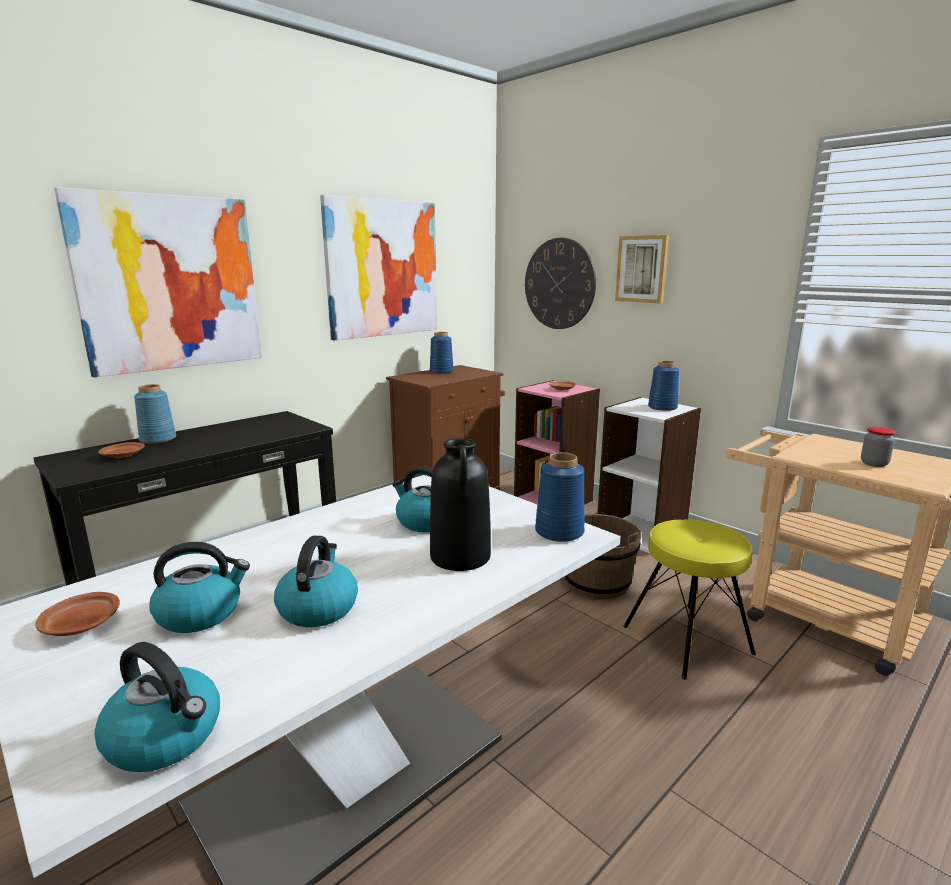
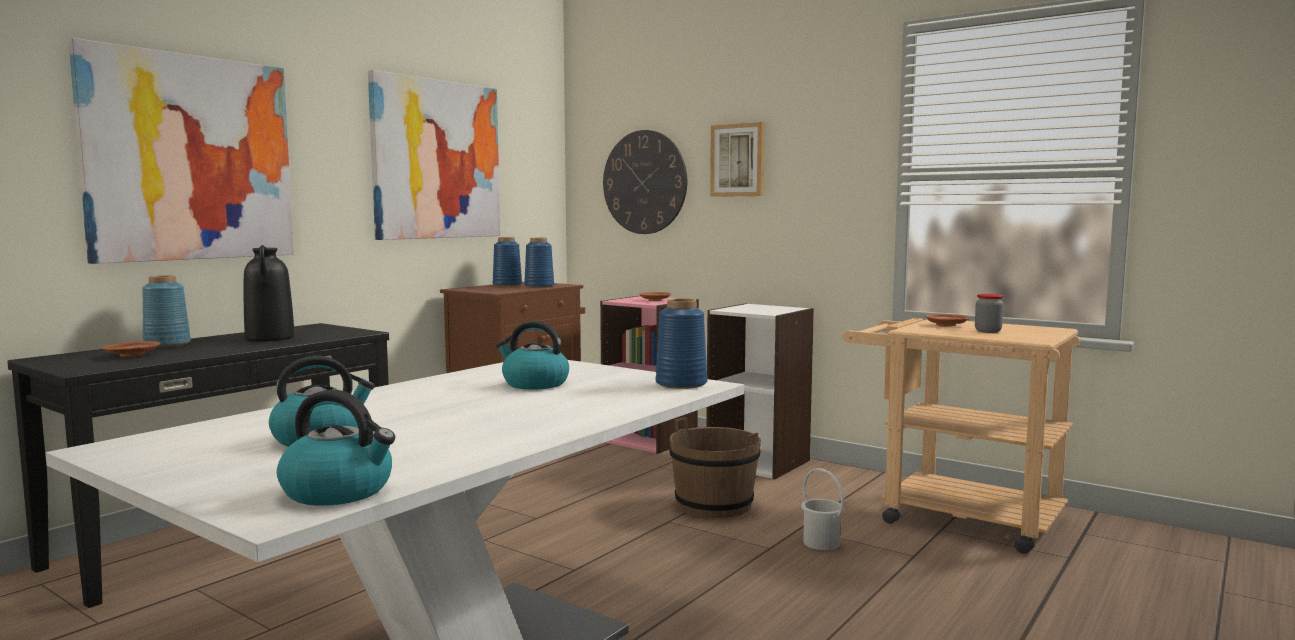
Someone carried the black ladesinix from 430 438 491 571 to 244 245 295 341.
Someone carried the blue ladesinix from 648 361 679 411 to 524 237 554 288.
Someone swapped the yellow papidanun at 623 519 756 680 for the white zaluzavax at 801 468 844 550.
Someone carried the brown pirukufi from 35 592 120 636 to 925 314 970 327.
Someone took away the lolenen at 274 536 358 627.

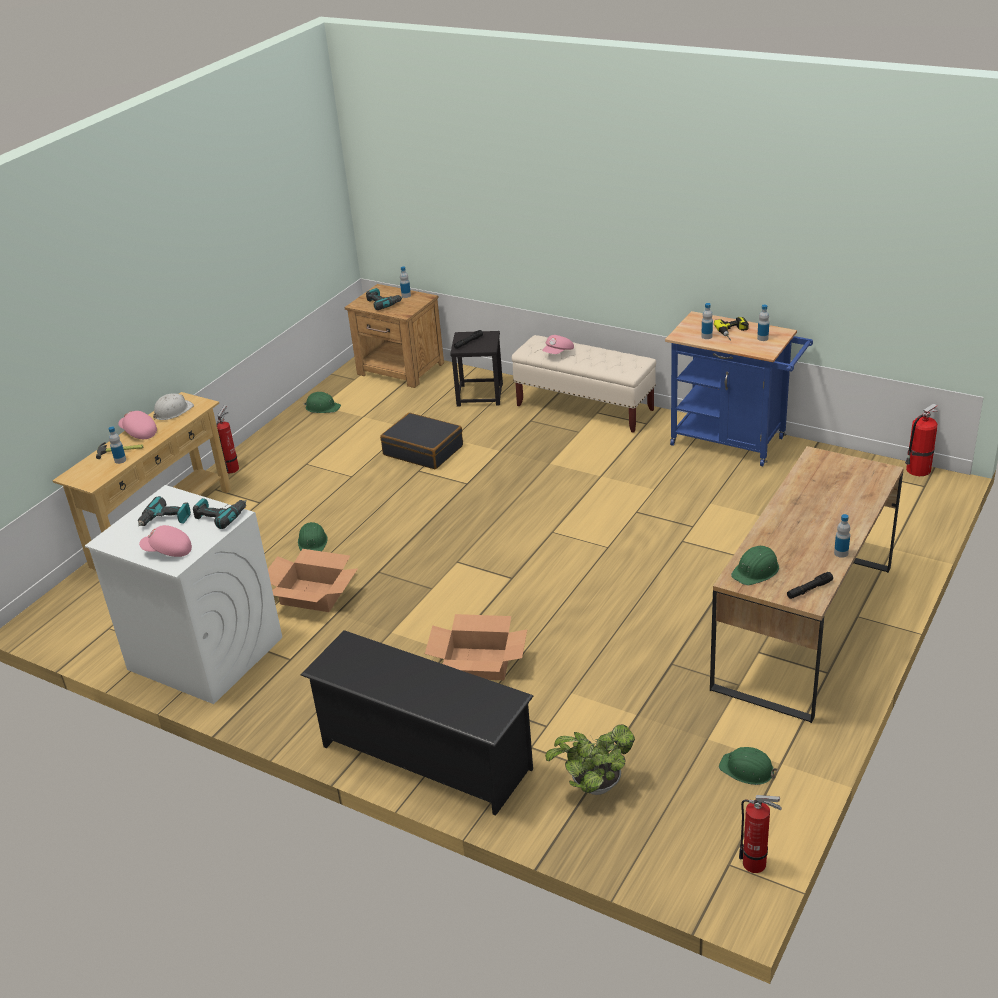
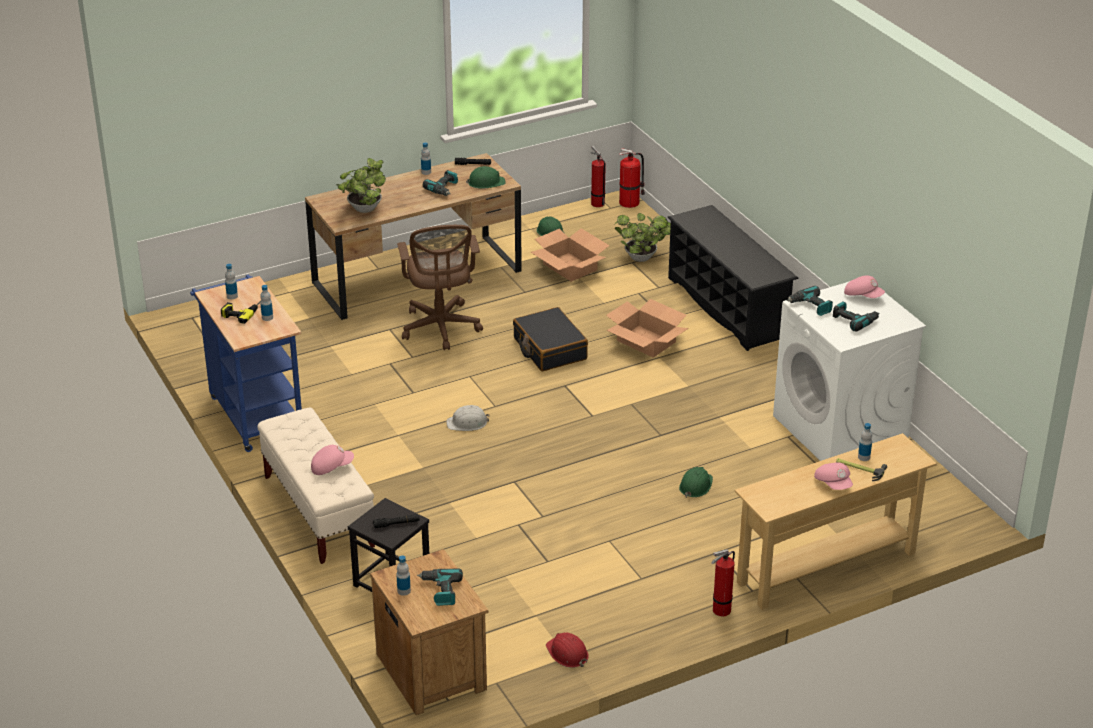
Someone put down the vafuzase at 336 158 386 213.
Someone put down the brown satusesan at 397 225 483 350.
Someone put down the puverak at 423 170 458 196.
Someone carried the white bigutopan from 153 393 194 420 to 446 405 489 431.
Someone carried the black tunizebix from 380 413 463 469 to 513 307 588 371.
Someone carried the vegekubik from 268 549 358 612 to 531 228 610 282.
Someone repainted the green bigutopan at 304 392 341 413, which became the red bigutopan at 546 633 589 667.
Someone carried the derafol from 905 404 938 476 to 619 148 645 208.

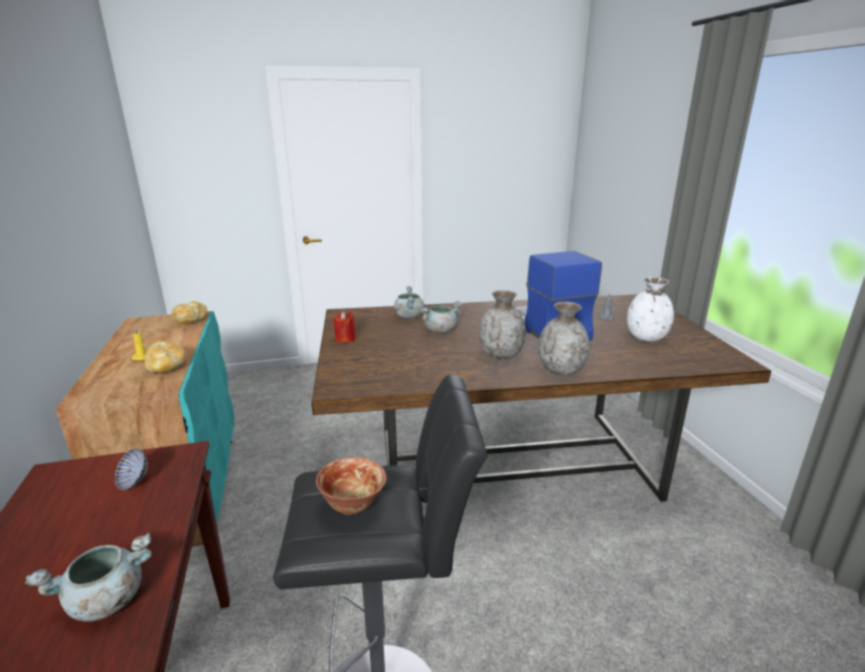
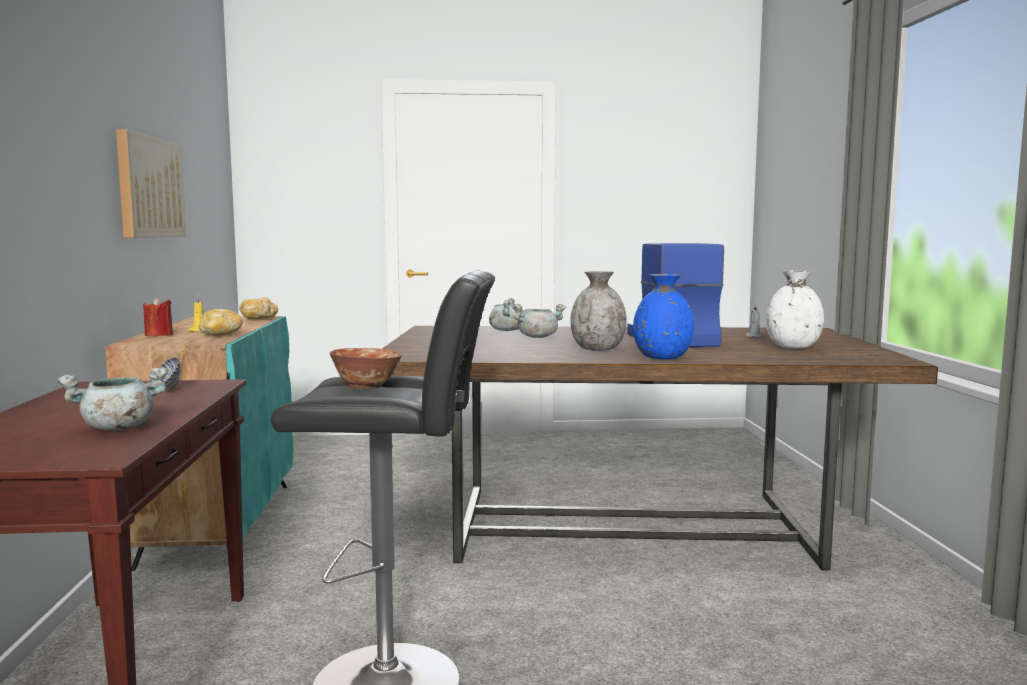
Someone put up the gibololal at 116 129 186 238.
Someone carried the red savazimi from 333 311 356 343 to 143 297 173 336.
Someone repainted the grey ladesinix at 538 302 590 375, which became the blue ladesinix at 633 274 694 359.

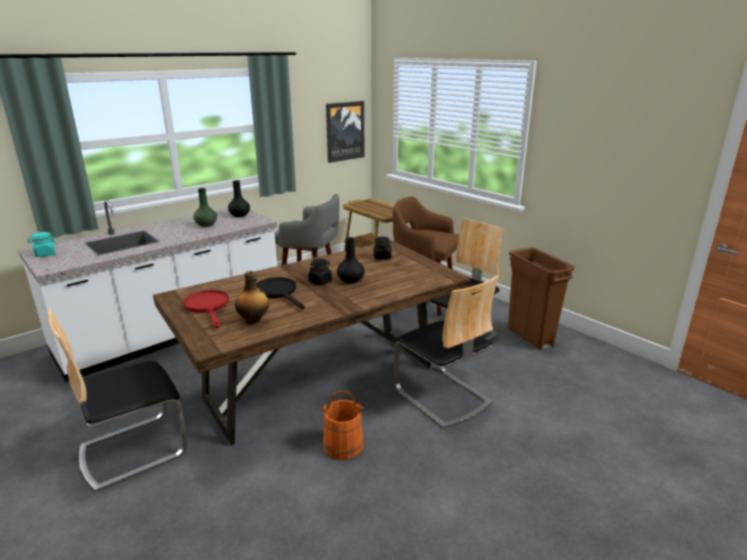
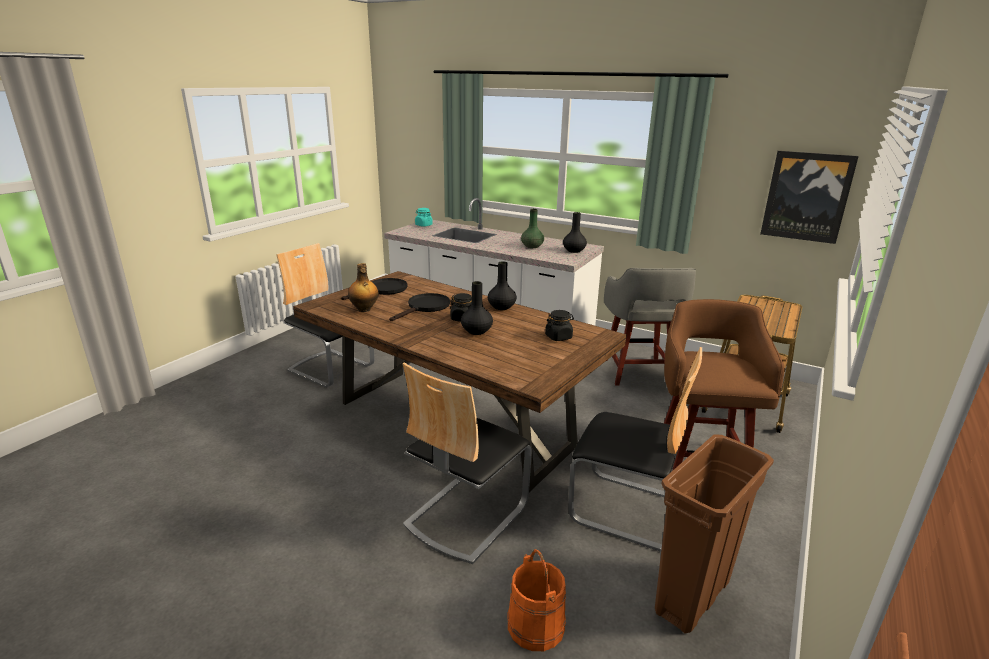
Someone repainted the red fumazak at 183 290 229 328, which became the black fumazak at 341 278 408 300.
Someone put down the black ladesinix at 488 261 516 310.
Someone carried the orange zaluzavax from 320 390 364 460 to 508 549 566 651.

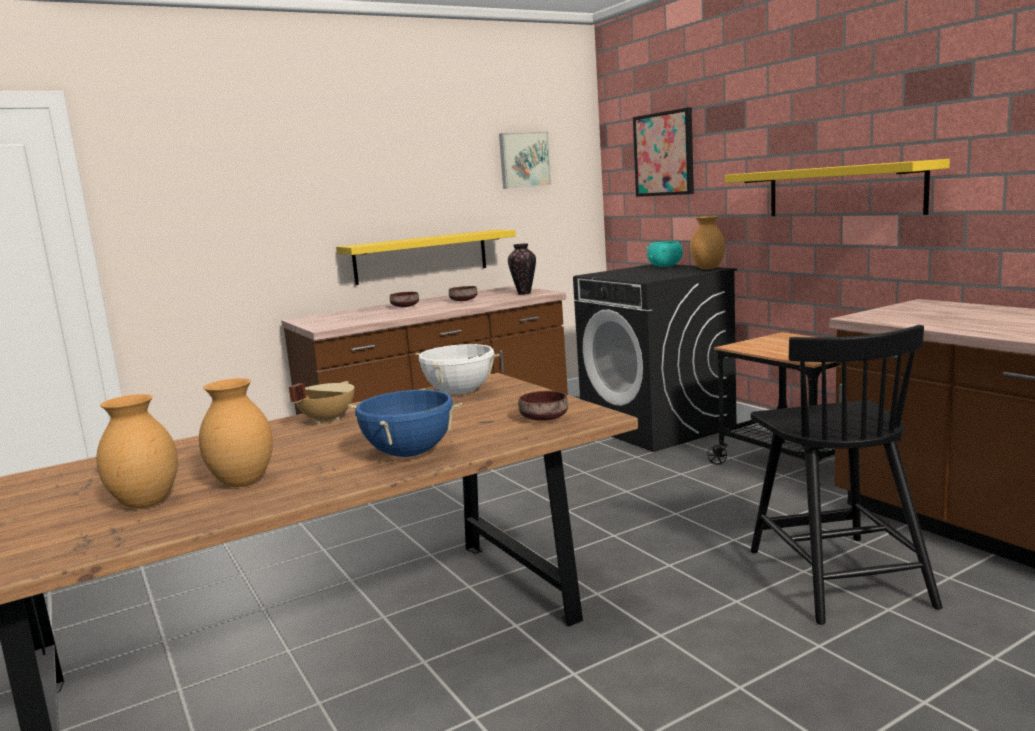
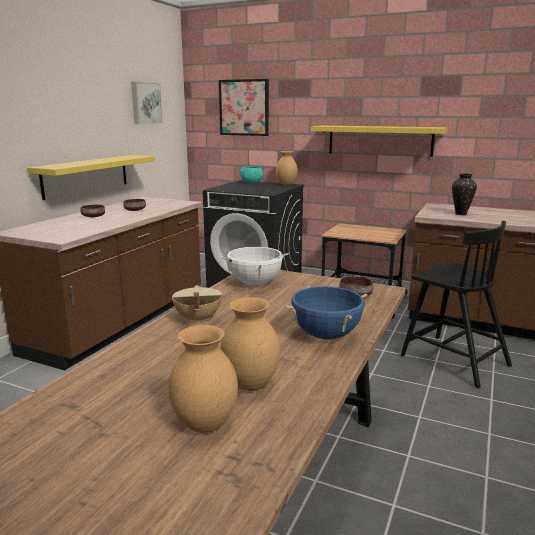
Someone carried the ladesinix from 508 244 536 295 to 452 173 477 215.

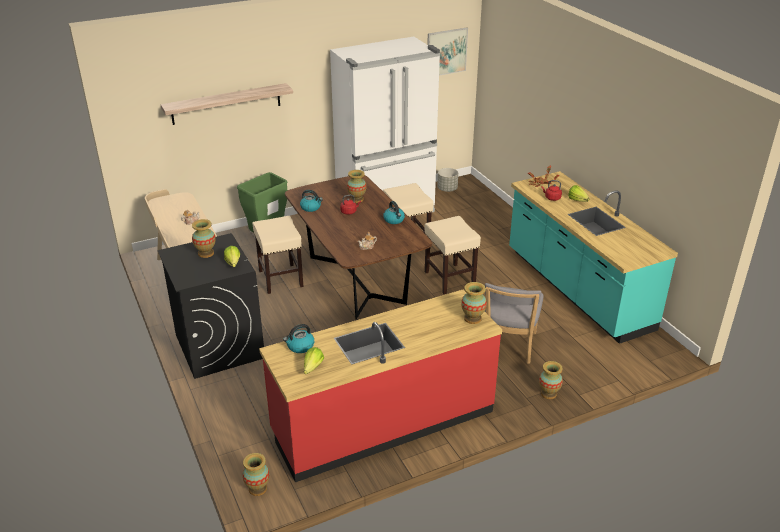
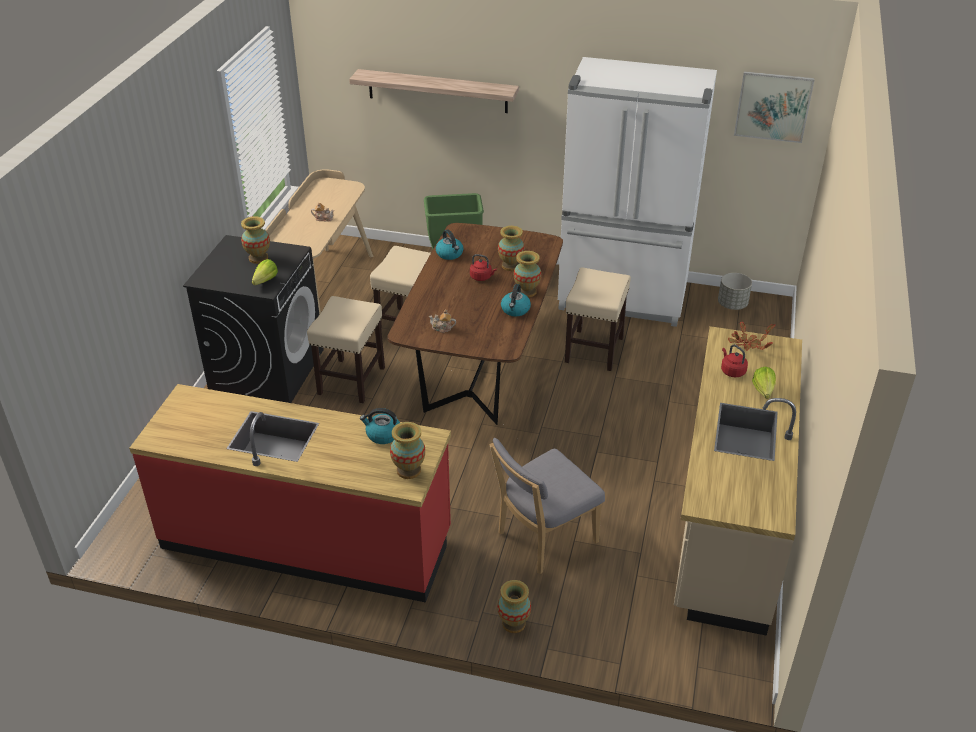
Someone carried the beige papidanun from 425 216 481 294 to 307 296 385 403.
Someone carried the lolenen from 283 324 314 353 to 360 408 400 444.
Someone carried the ladesinix from 243 453 270 496 to 514 251 541 298.
Someone repainted the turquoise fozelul at 509 171 678 344, which became the beige fozelul at 674 326 802 636.
Someone took away the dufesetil at 304 347 324 374.

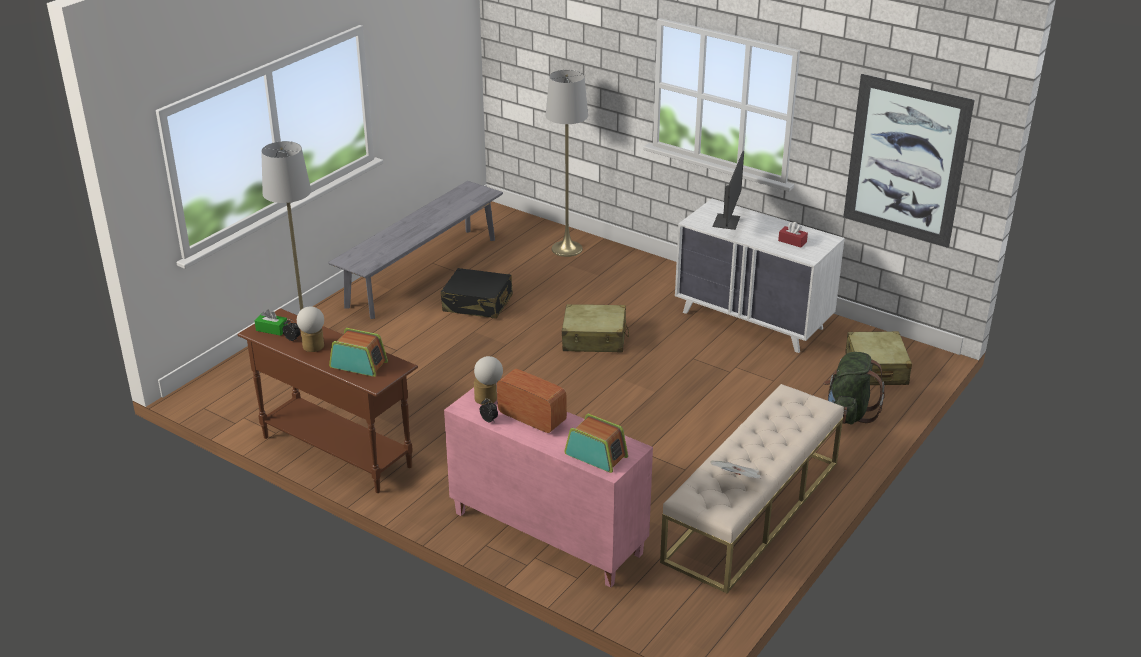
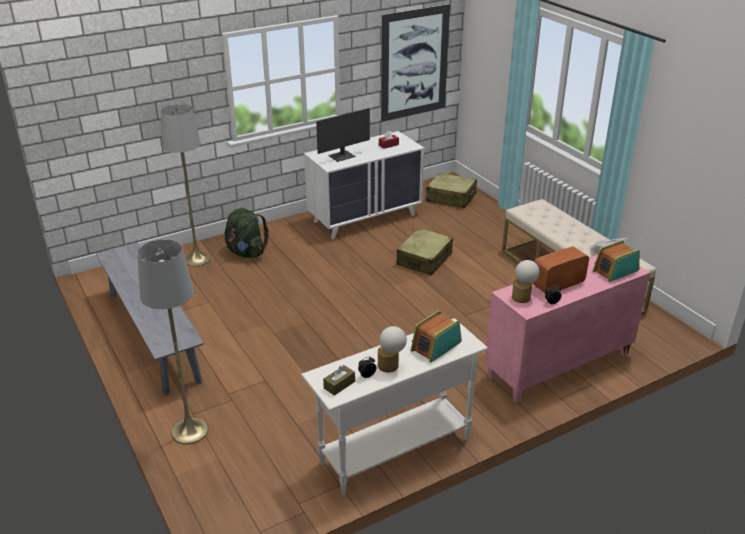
Someone carried the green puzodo from 824 352 885 424 to 225 208 269 258.
Someone repainted the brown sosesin at 237 308 418 493, which became the white sosesin at 301 318 488 495.
Someone rotated the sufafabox at 713 151 744 230 by 105 degrees clockwise.
Someone repainted the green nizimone at 255 309 288 336, which became the brown nizimone at 323 365 355 396.
Someone carried the beige tunizebix from 562 304 629 353 to 396 228 453 276.
Someone took away the black tunizebix at 441 268 513 319.

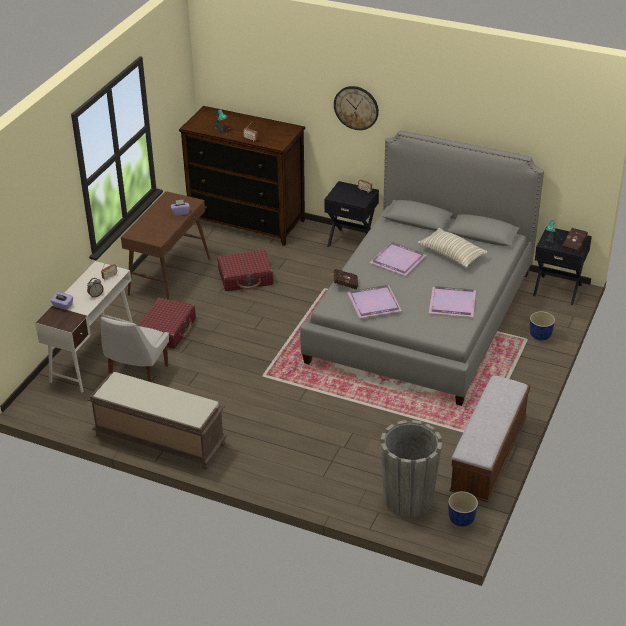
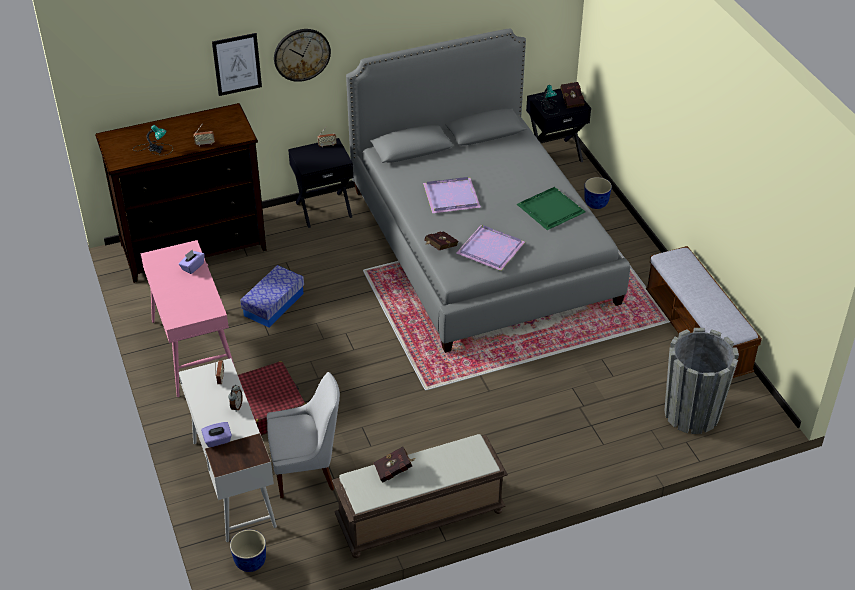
Someone repainted the brown sosesin at 121 191 210 300, which became the pink sosesin at 140 240 236 397.
Someone put up the gibololal at 212 33 262 96.
Someone carried the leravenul from 448 491 478 527 to 230 530 266 572.
Someone swapped the red tunizebix at 217 250 274 291 for the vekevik at 240 265 304 328.
Someone rotated the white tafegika at 101 317 169 382 by 75 degrees counterclockwise.
Someone put down the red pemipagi at 374 446 415 482.
Someone repainted the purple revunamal at 429 286 476 317, which became the green revunamal at 517 187 586 230.
Someone took away the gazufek at 417 228 488 268.

